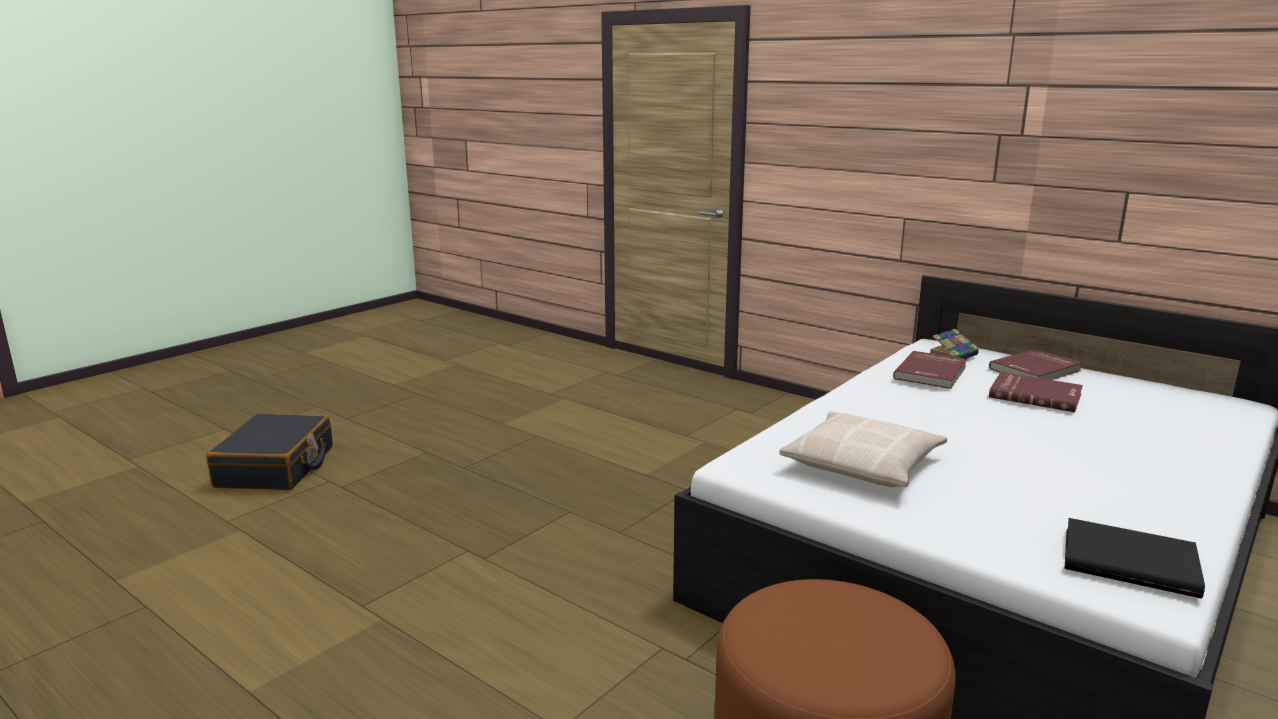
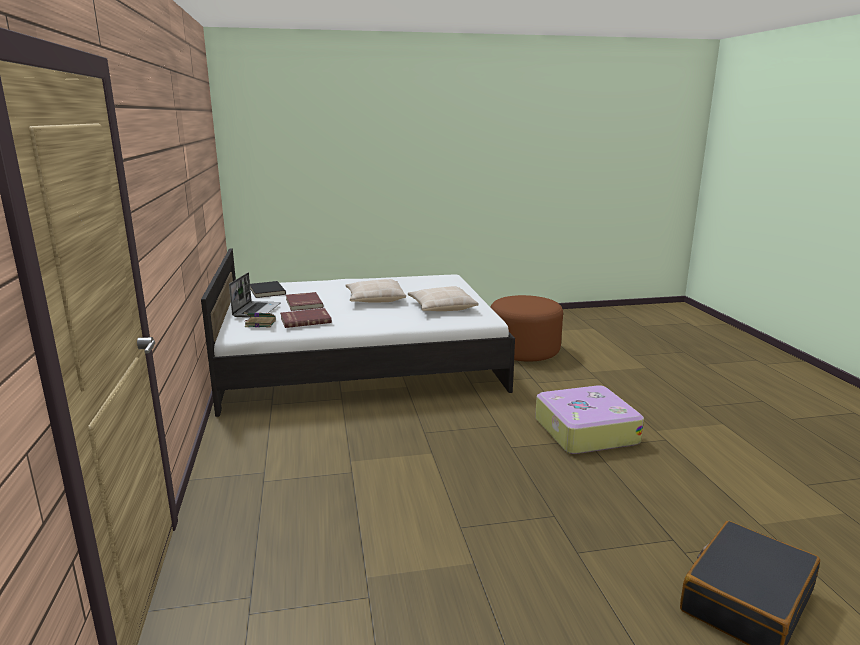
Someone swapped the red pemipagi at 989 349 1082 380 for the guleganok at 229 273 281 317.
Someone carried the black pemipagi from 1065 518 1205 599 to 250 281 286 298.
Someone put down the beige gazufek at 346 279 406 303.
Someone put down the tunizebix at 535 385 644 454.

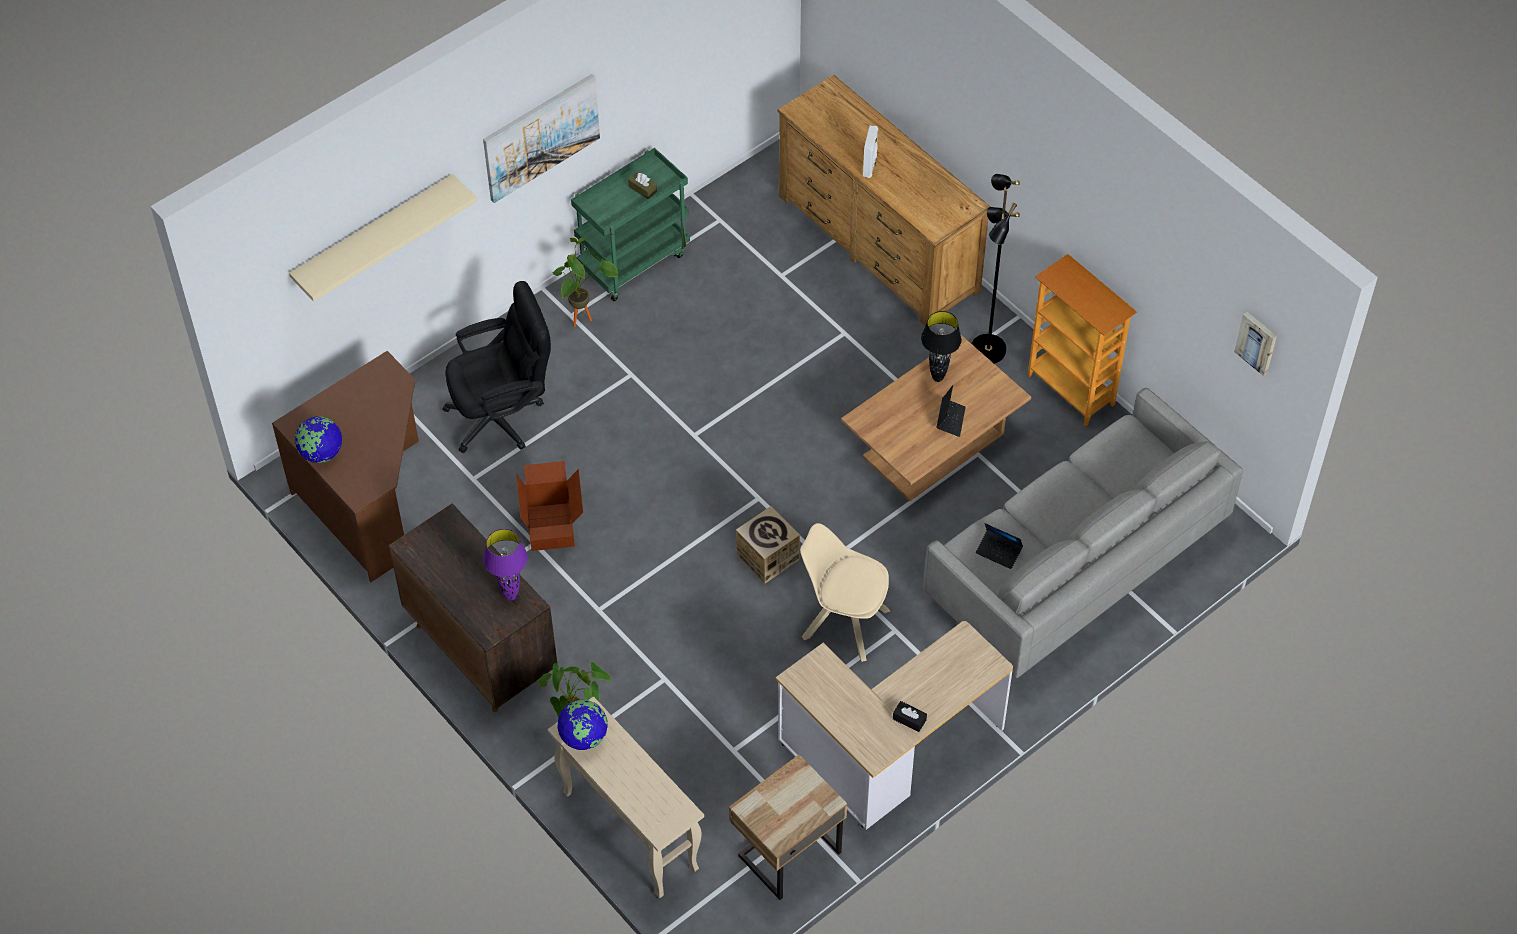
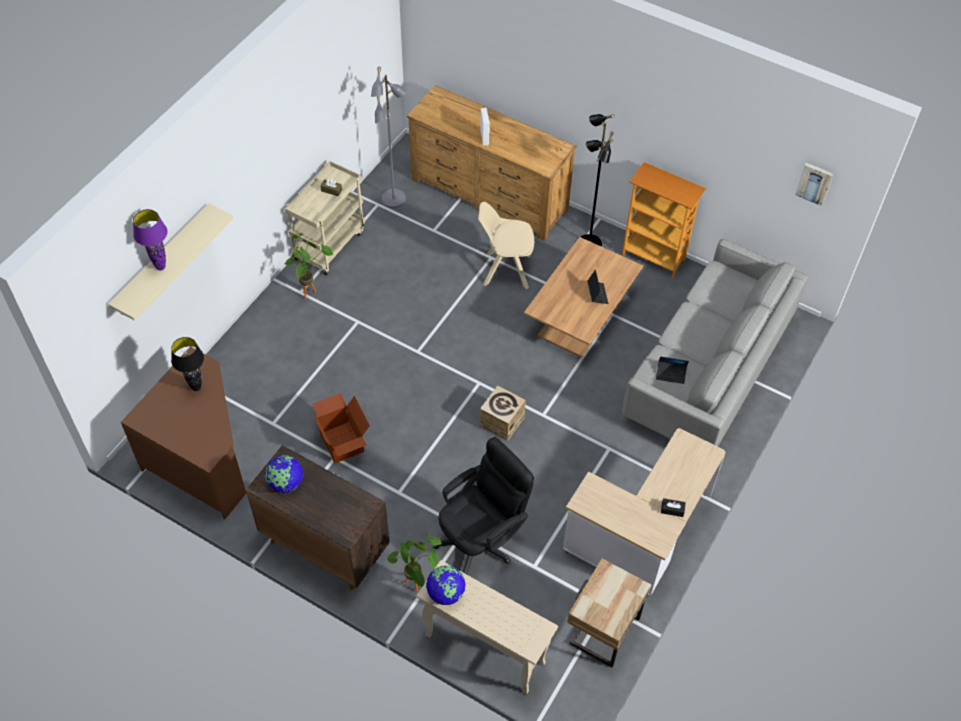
Someone carried the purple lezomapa from 483 529 528 601 to 133 209 168 270.
Someone carried the black lezomapa from 921 311 962 382 to 171 337 204 391.
Someone carried the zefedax from 295 416 342 463 to 265 455 303 493.
Someone repainted the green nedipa at 571 148 690 301, which became the beige nedipa at 285 161 365 275.
Someone put down the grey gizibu at 371 67 407 208.
Someone carried the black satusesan from 442 281 551 453 to 433 437 534 574.
Someone carried the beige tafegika from 800 523 890 662 to 478 202 534 289.
Someone took away the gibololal at 483 74 600 203.

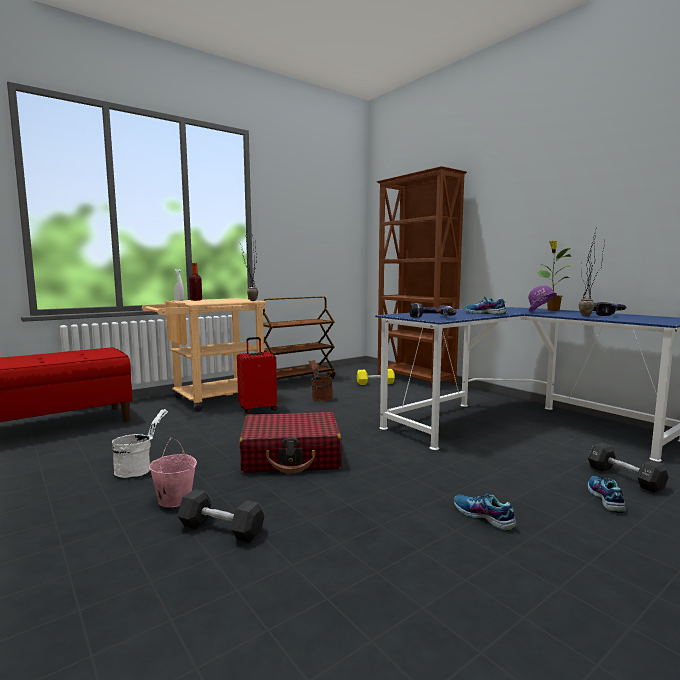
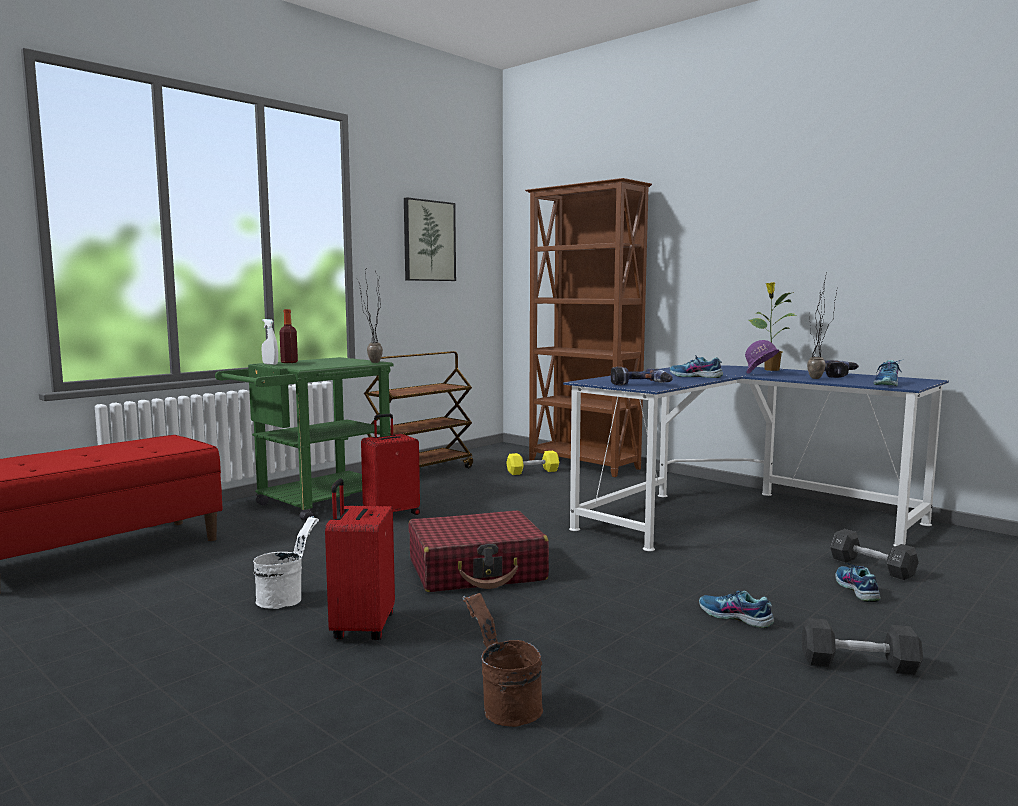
Someone repainted the beige nedipa at 142 298 266 412, which became the green nedipa at 215 357 394 521.
Someone swapped the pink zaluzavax at 149 438 197 508 for the red tunizebix at 325 479 395 640.
Someone put up the gibololal at 404 197 456 281.
Someone carried the brown zaluzavax from 308 360 333 402 to 463 593 543 727.
Someone carried the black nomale from 177 489 264 543 to 802 618 923 675.
Someone put down the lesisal at 873 360 901 386.

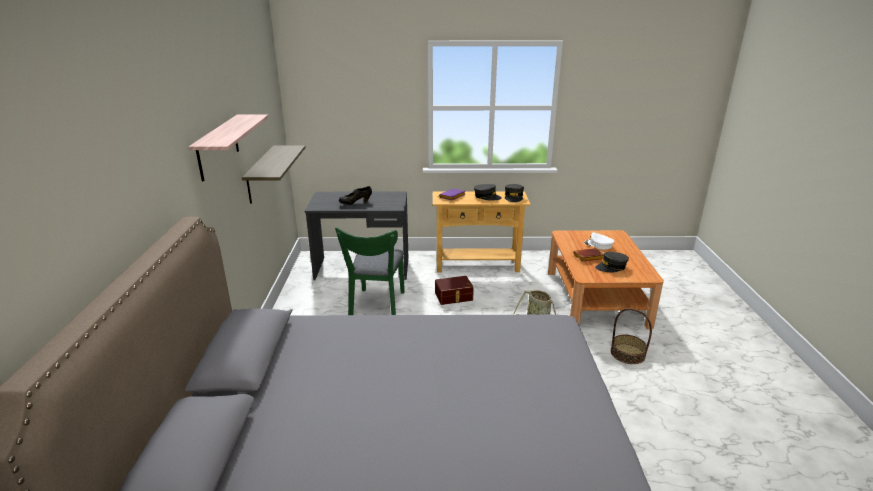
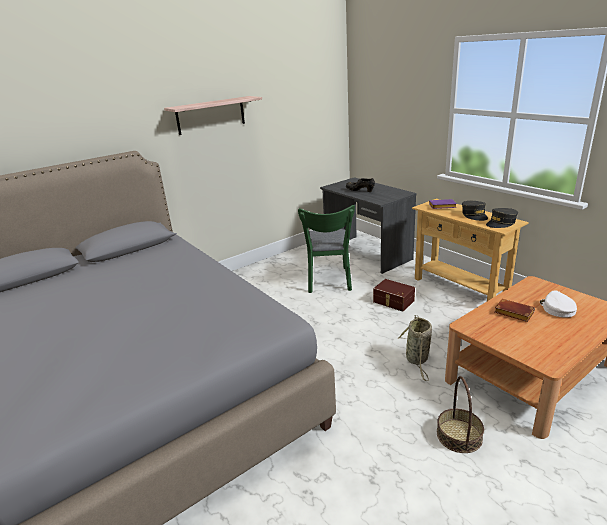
Someone rotated the green tafegika at 335 227 405 315 by 60 degrees counterclockwise.
Someone took away the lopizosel at 242 145 306 204.
Someone took away the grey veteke at 595 252 629 272.

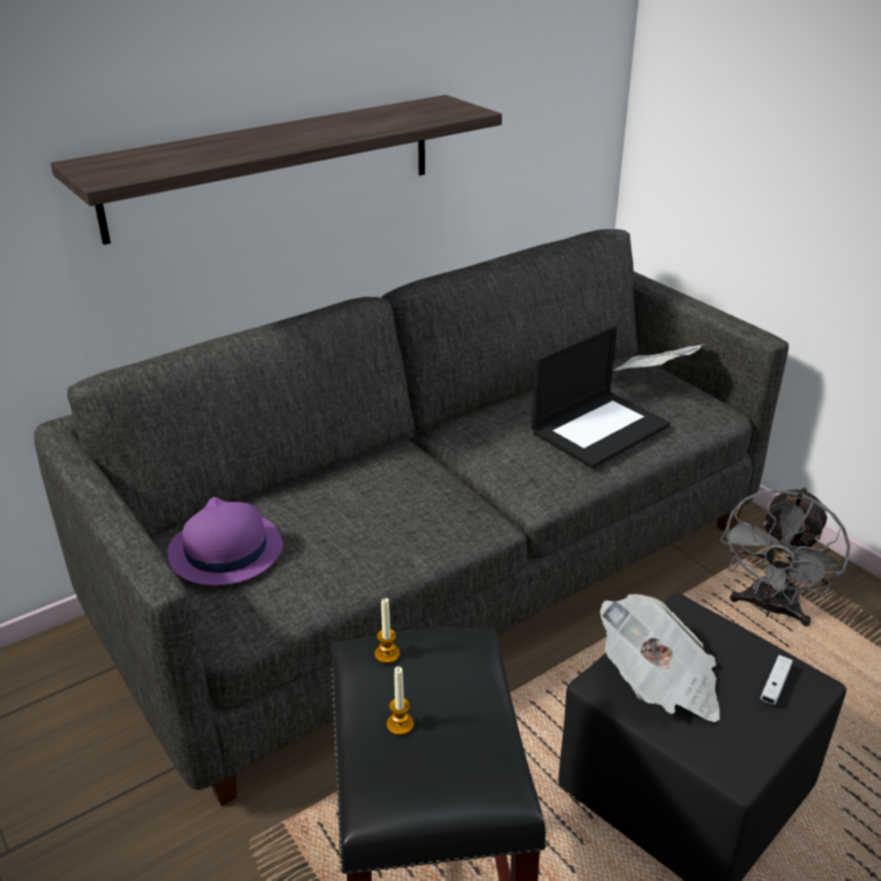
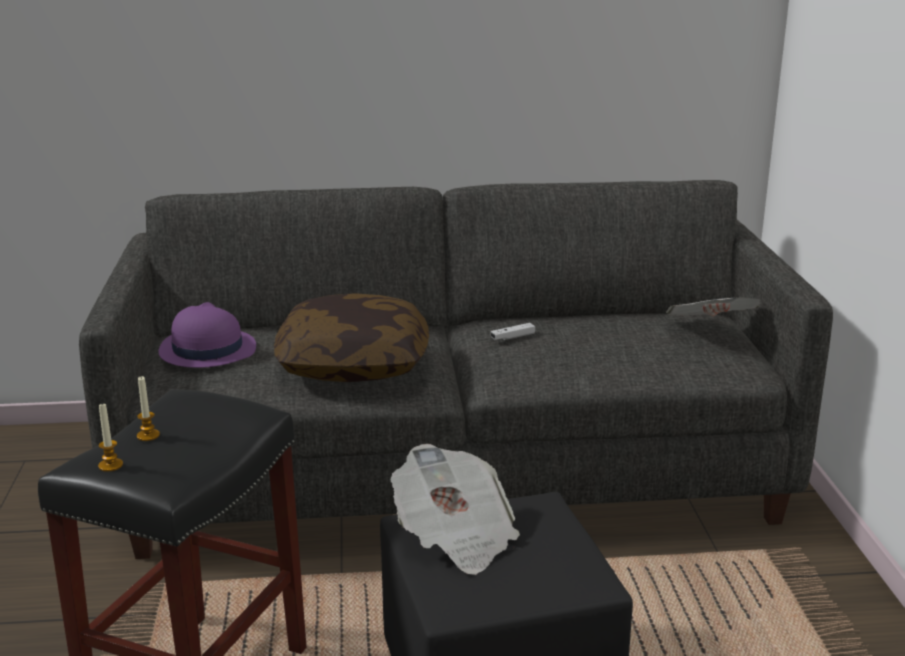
Someone carried the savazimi from 375 598 400 663 to 98 404 123 472.
Someone put down the gazufek at 274 293 429 382.
Someone carried the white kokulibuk from 760 655 793 705 to 491 323 535 340.
Someone took away the lopizosel at 51 95 502 245.
Someone took away the guleganok at 531 324 670 468.
Someone took away the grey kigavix at 720 487 850 626.

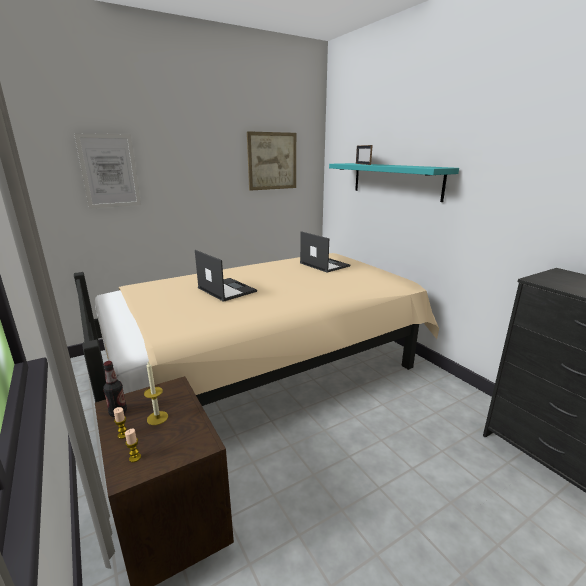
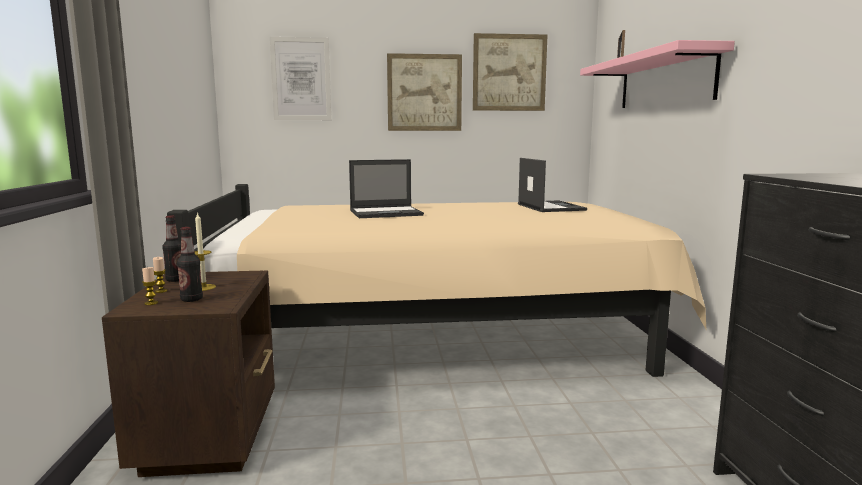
Someone put down the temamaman at 177 227 203 302.
Someone rotated the guleganok at 195 250 257 302 by 90 degrees clockwise.
Someone put up the gibololal at 387 53 462 131.
Someone repainted the turquoise lopizosel at 329 163 459 202, which became the pink lopizosel at 580 40 735 108.

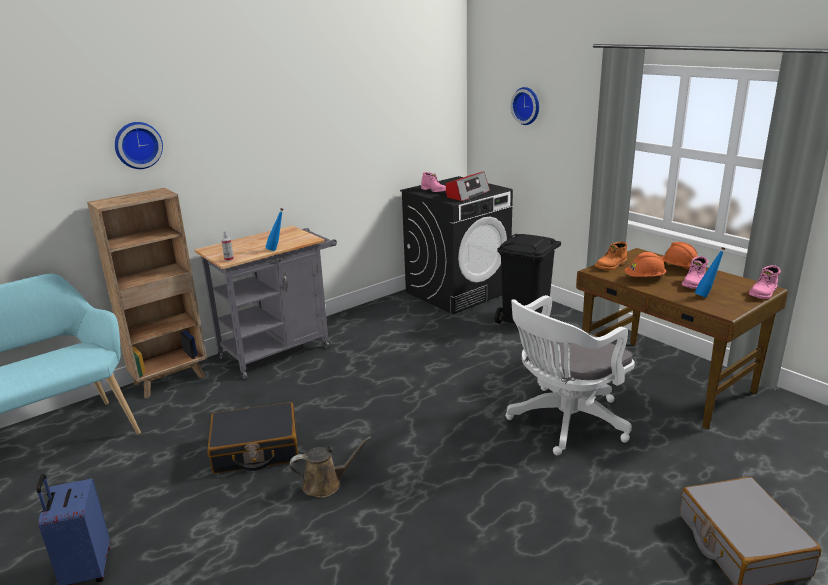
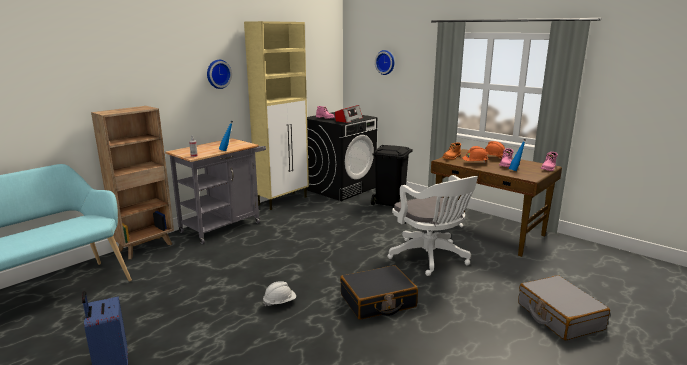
Someone carried the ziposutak from 115 122 163 169 to 207 60 232 89.
Someone put down the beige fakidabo at 244 21 309 210.
Someone swapped the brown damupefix at 290 436 371 498 for the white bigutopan at 263 281 296 307.
Someone carried the black tunizebix from 208 402 298 473 to 340 265 418 320.
Someone rotated the white satusesan at 506 295 635 455 by 75 degrees counterclockwise.

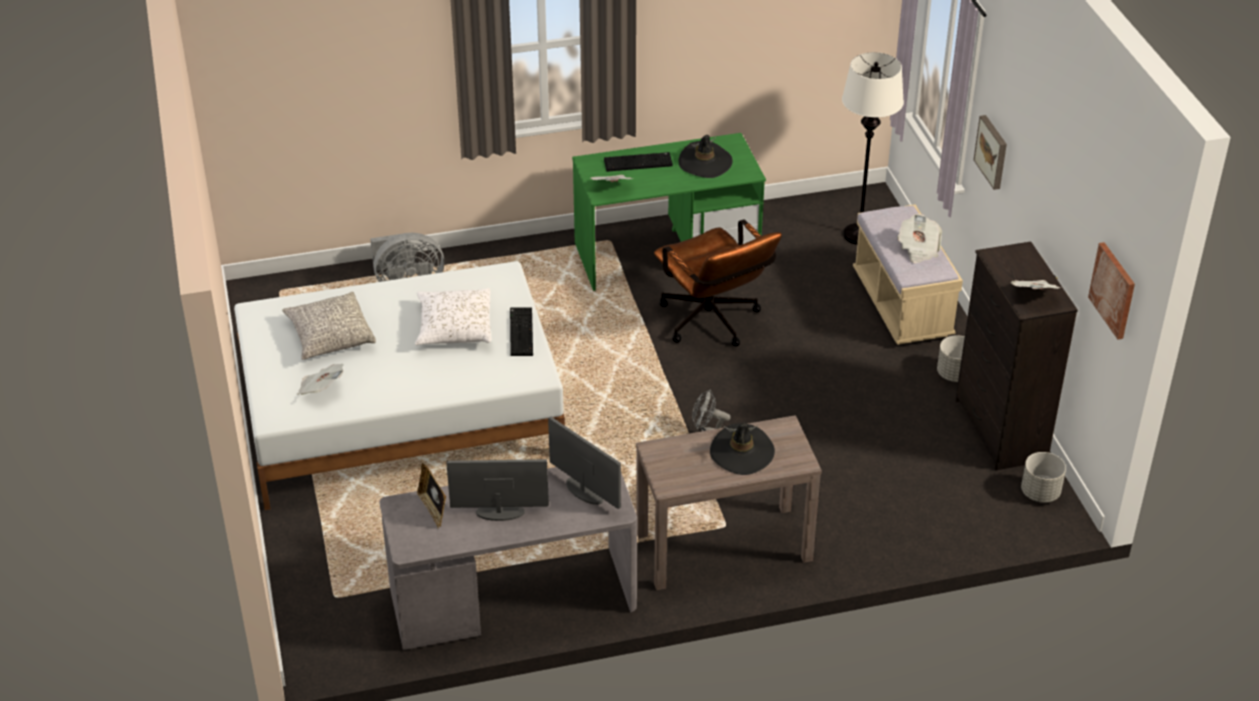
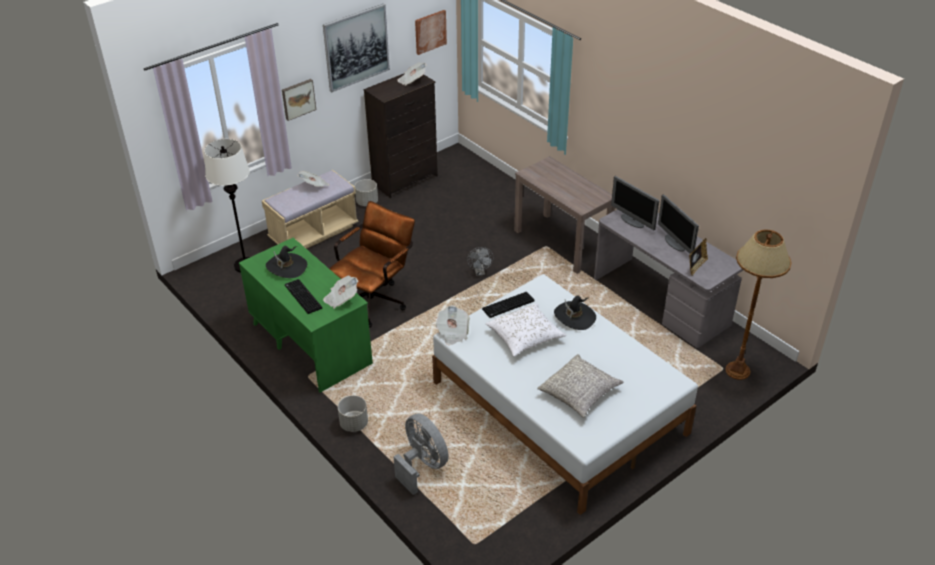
Someone put up the gibololal at 323 4 390 92.
Someone carried the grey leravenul from 1021 452 1066 502 to 338 395 368 432.
Someone carried the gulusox from 297 364 344 395 to 436 305 470 345.
Someone carried the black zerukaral from 710 423 775 475 to 554 296 596 330.
Someone rotated the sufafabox at 548 417 621 509 by 60 degrees counterclockwise.
Someone put down the brown gizibu at 725 230 791 380.

